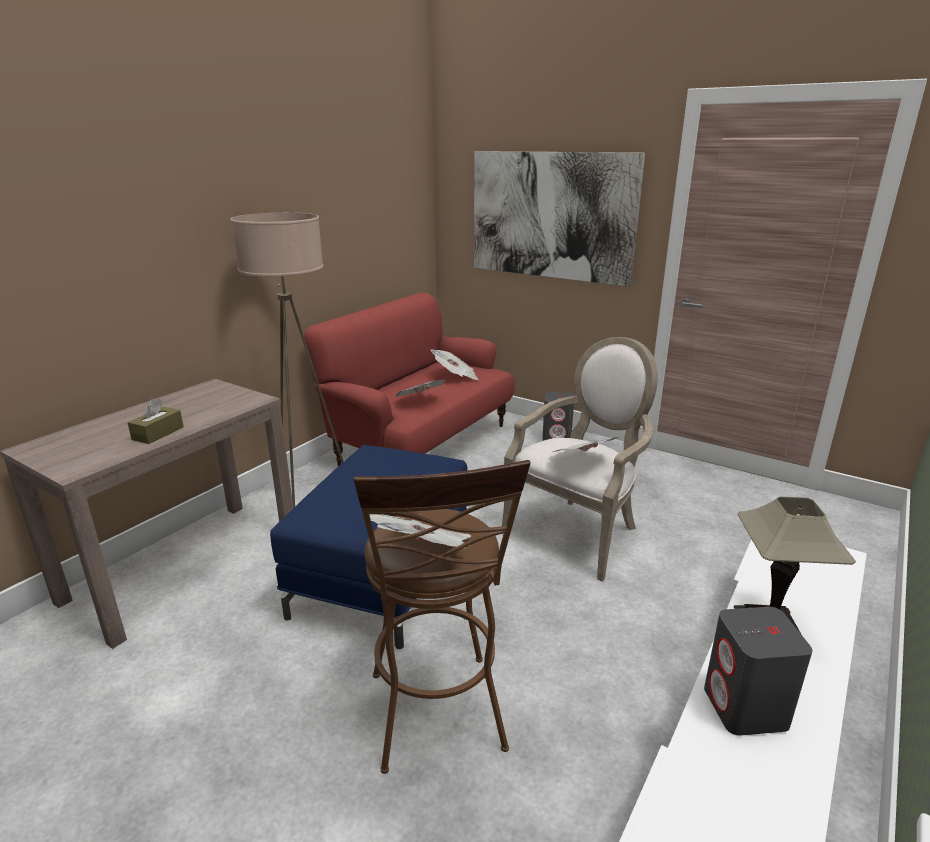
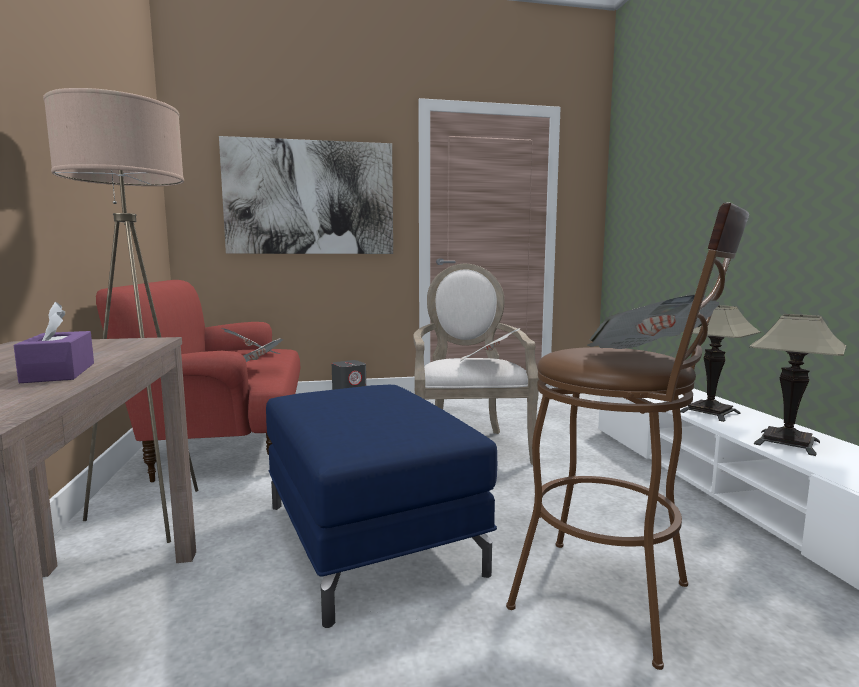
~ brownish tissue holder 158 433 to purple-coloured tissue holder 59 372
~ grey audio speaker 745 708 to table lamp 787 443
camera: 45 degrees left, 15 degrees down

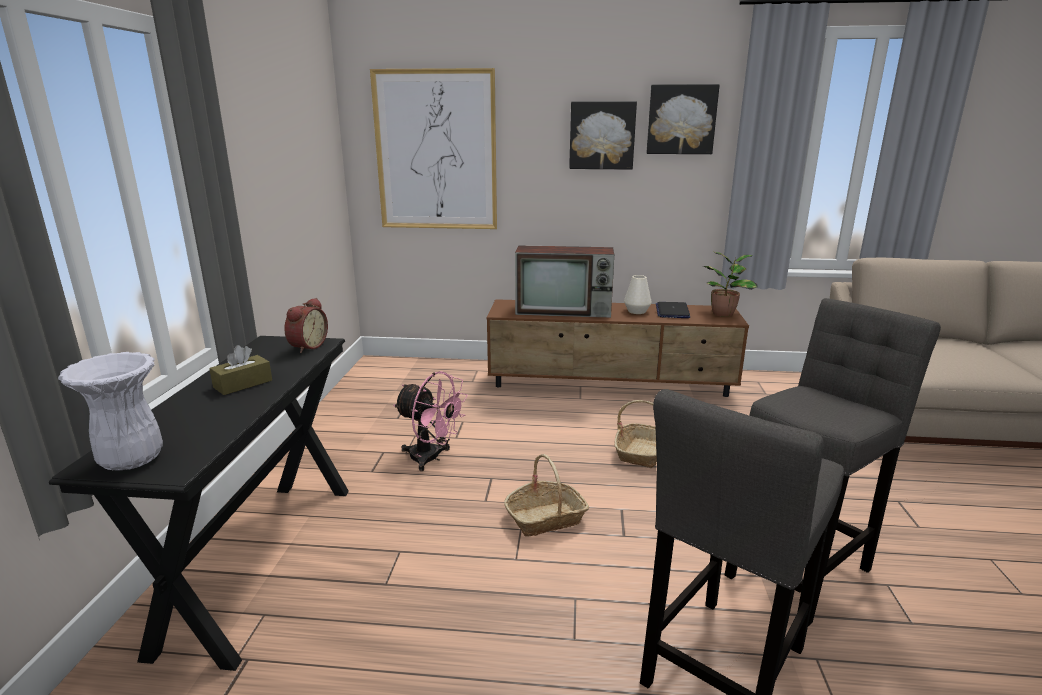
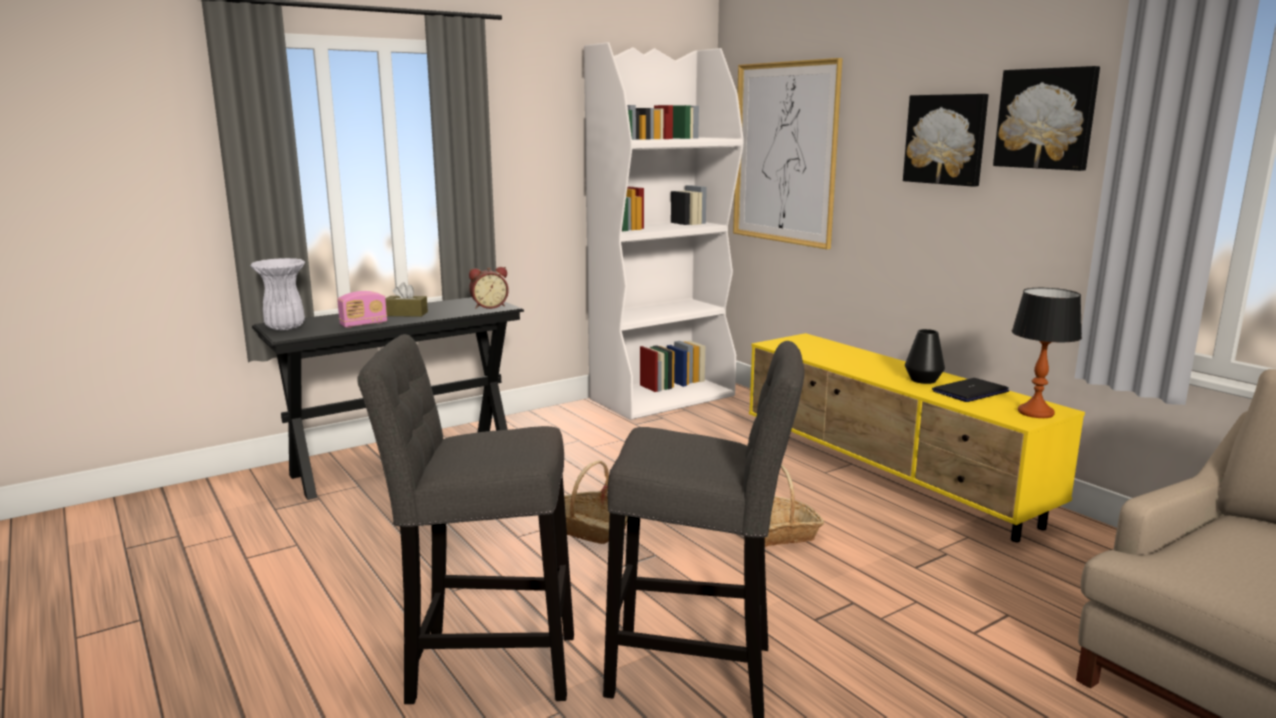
- pink-coloured electric fan 431 458
~ brownish tv unit 611 385 to yellow-coloured tv unit 888 476
- television 565 311
~ white-coloured flower vase 637 311 to blackish flower vase 923 380
~ houseplant 724 313 to table lamp 1036 413
+ radio set 363 324
+ white-coloured bookcase 663 397
camera: 50 degrees right, 5 degrees down

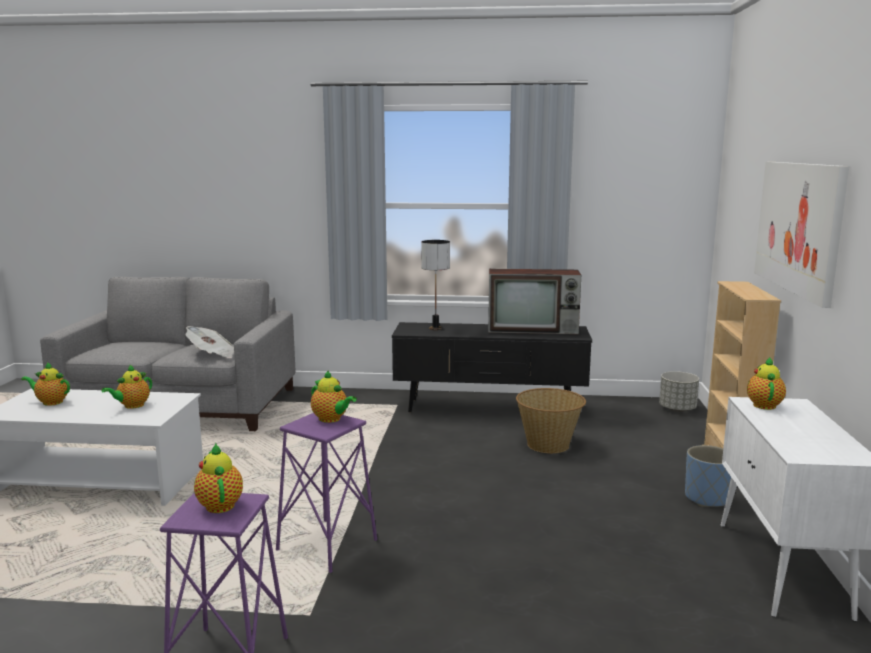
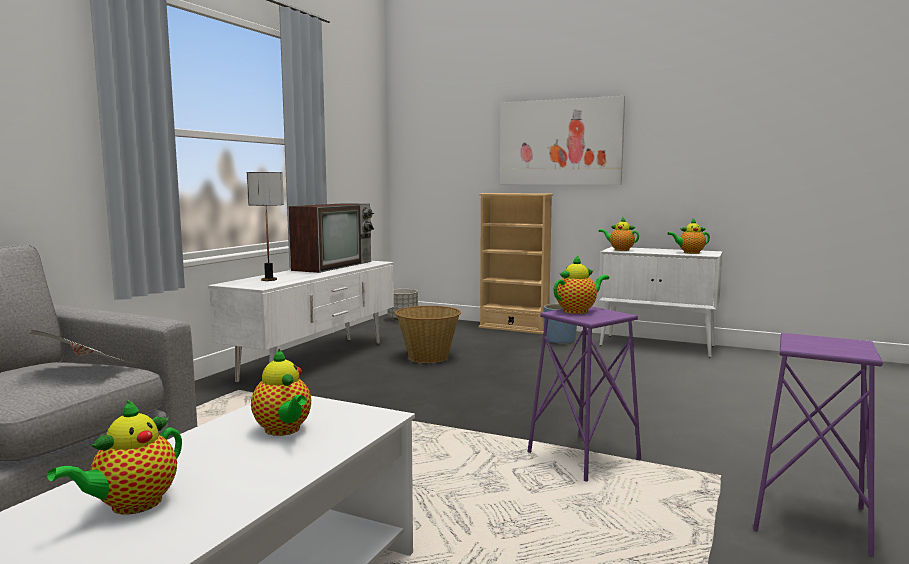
~ pot for tea 219 504 to 689 253
~ blackish tv unit 489 409 to white-coloured tv unit 316 361
camera: 70 degrees left, 5 degrees down

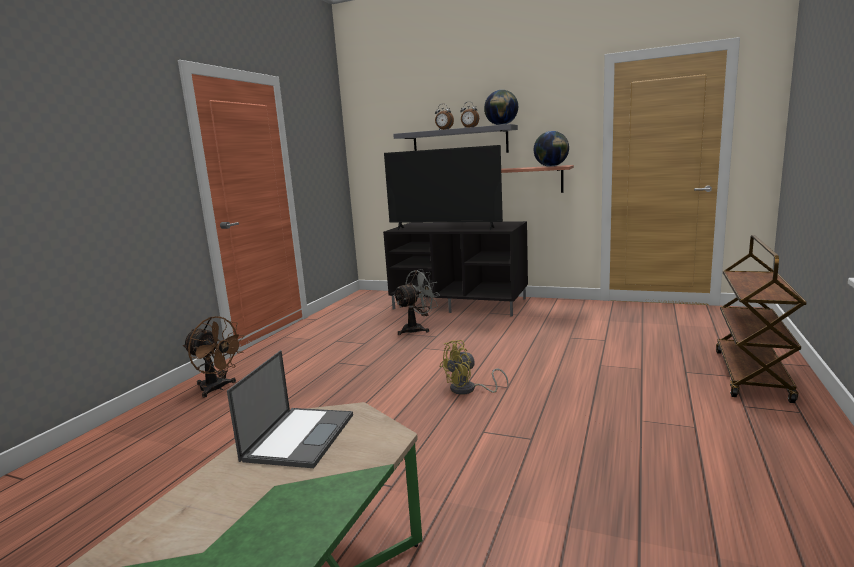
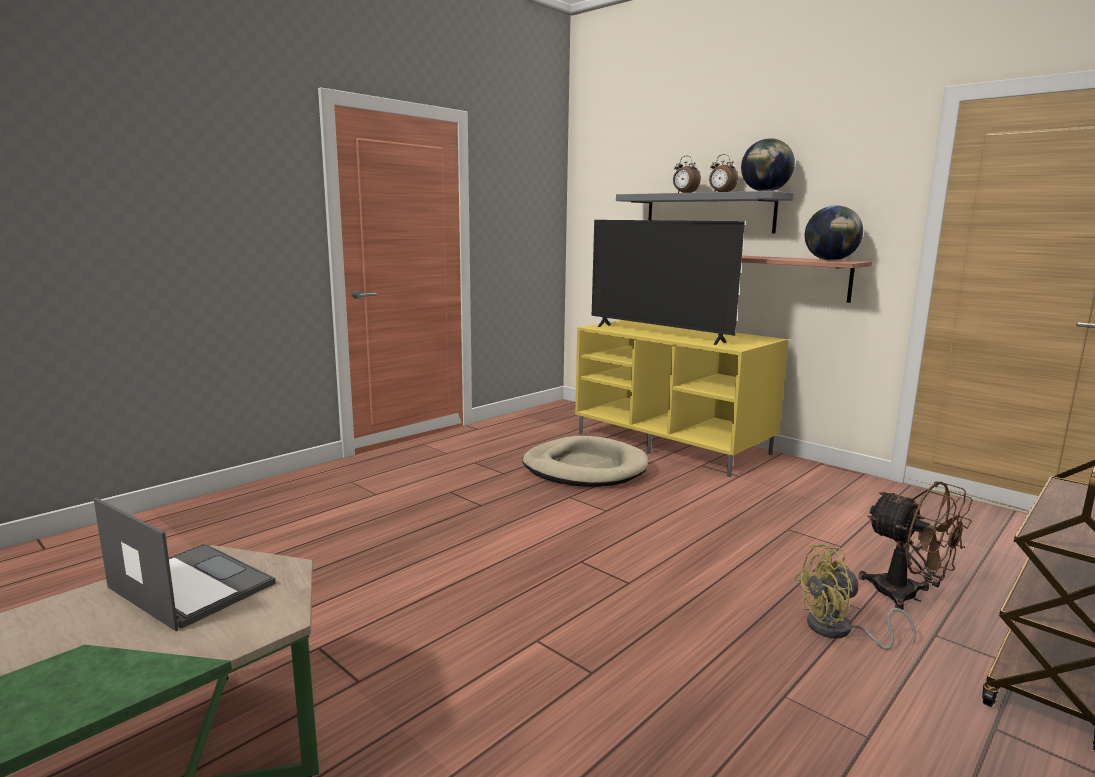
~ brownish electric fan 217 388 to 907 597
~ portable computer 299 436 = 189 585 90 degrees counterclockwise
~ blackish tv unit 460 303 to yellow-coloured tv unit 673 443
~ grey electric fan 417 329 to beige-coloured dog cushion 585 468
~ yellow-coloured electric fan 468 390 to 839 631
camera: 20 degrees right, 0 degrees up

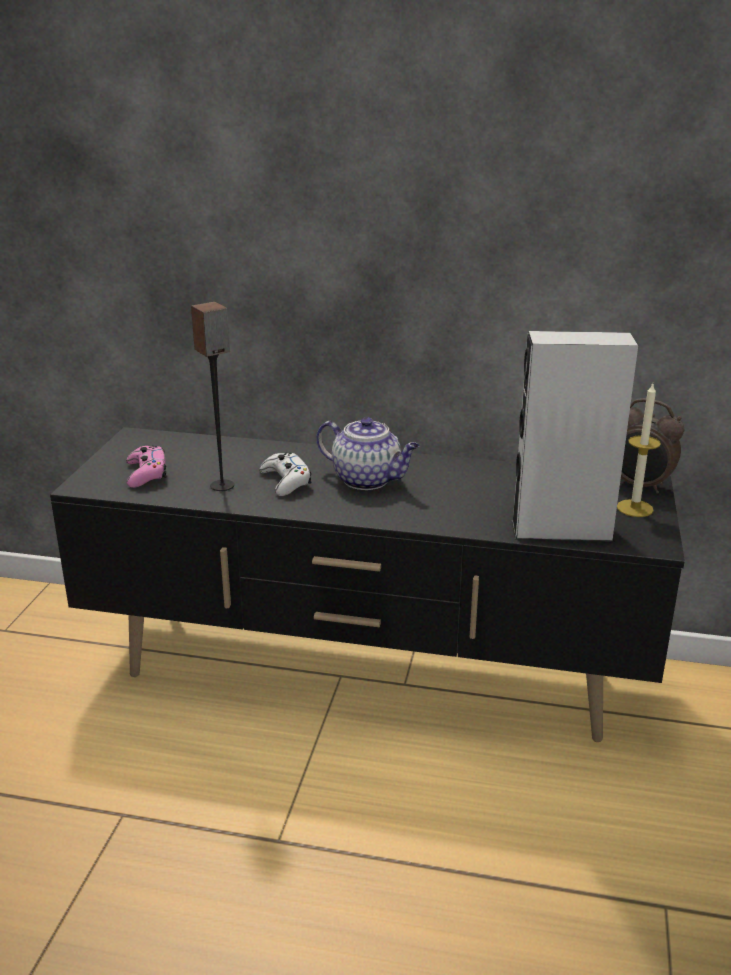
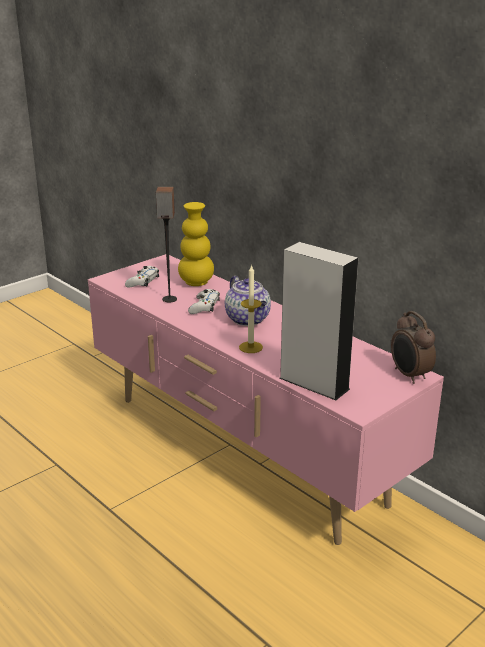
~ blackish tv unit 367 676 to pink-coloured tv unit 244 451
~ pink-coloured gamepad 146 473 to white-coloured gamepad 143 282
~ wax candle 635 508 to 250 347
+ yellow-coloured flower vase 196 282
camera: 35 degrees right, 0 degrees up

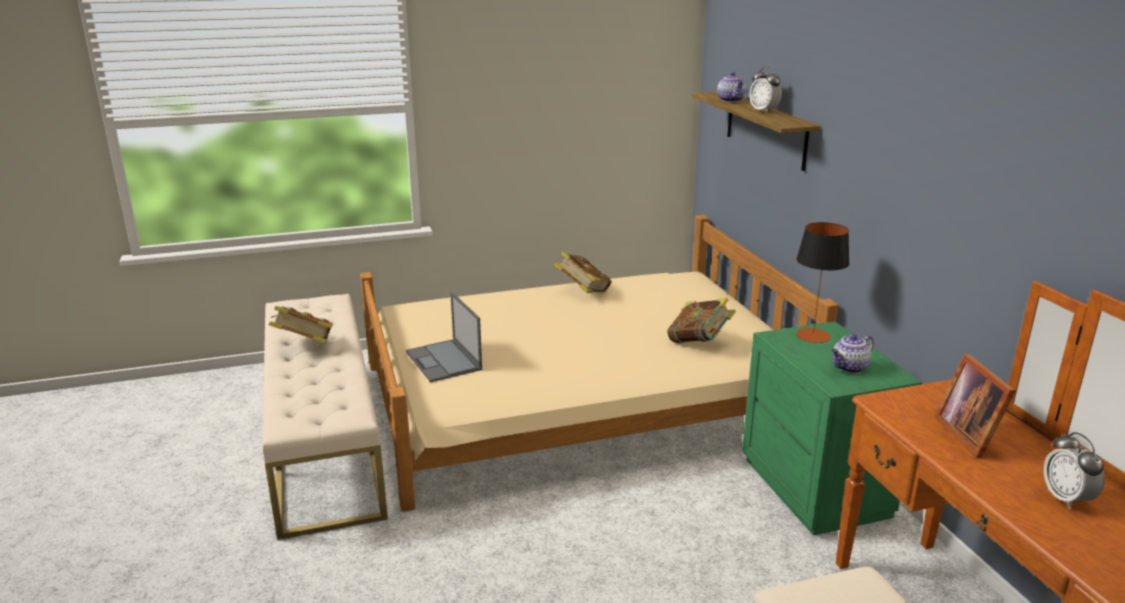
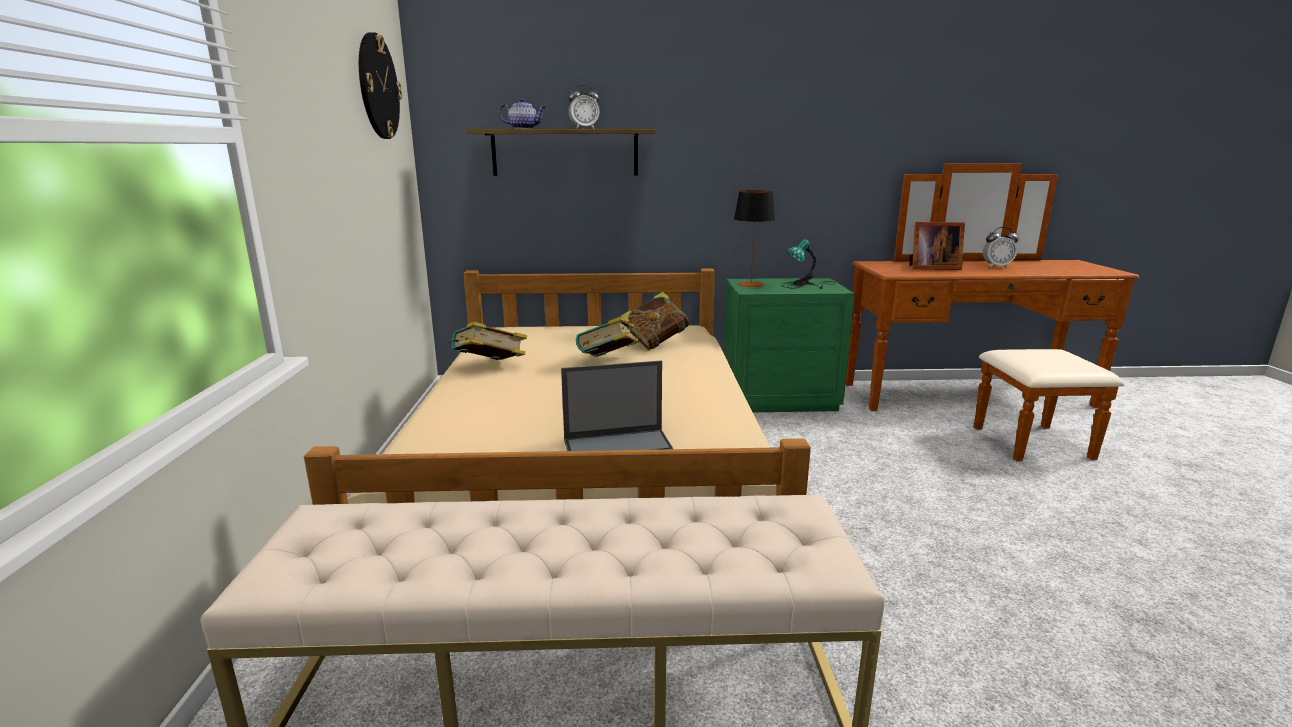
~ volume 304 346 to 608 362
~ pot for tea 849 368 to table lamp 808 285
+ wall clock 378 87
camera: 75 degrees left, 5 degrees down

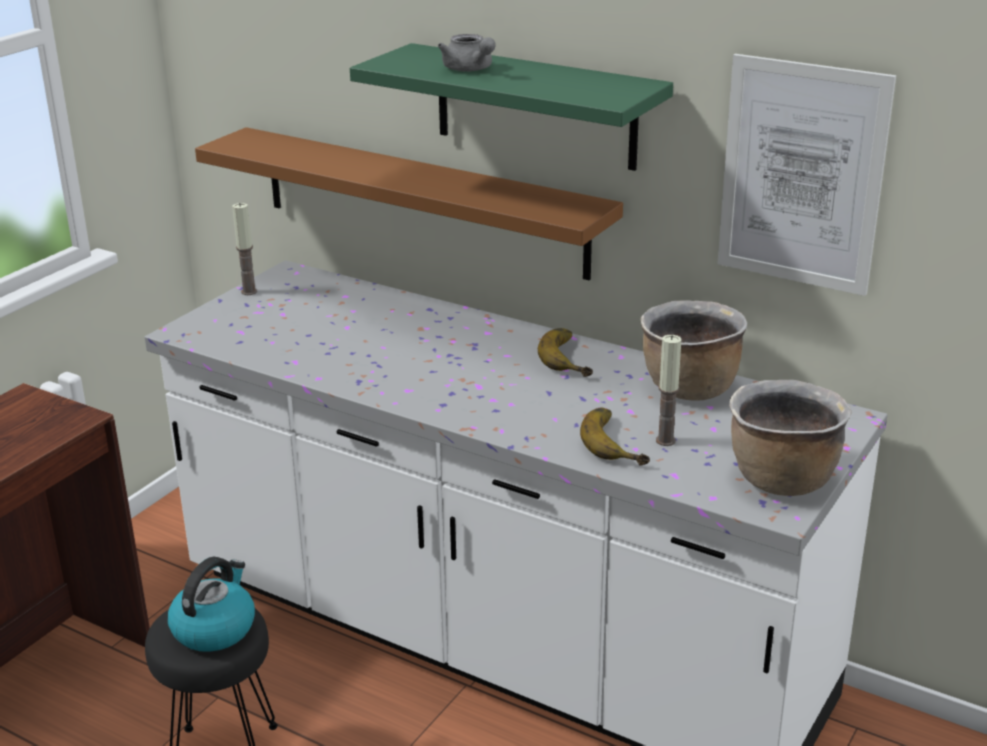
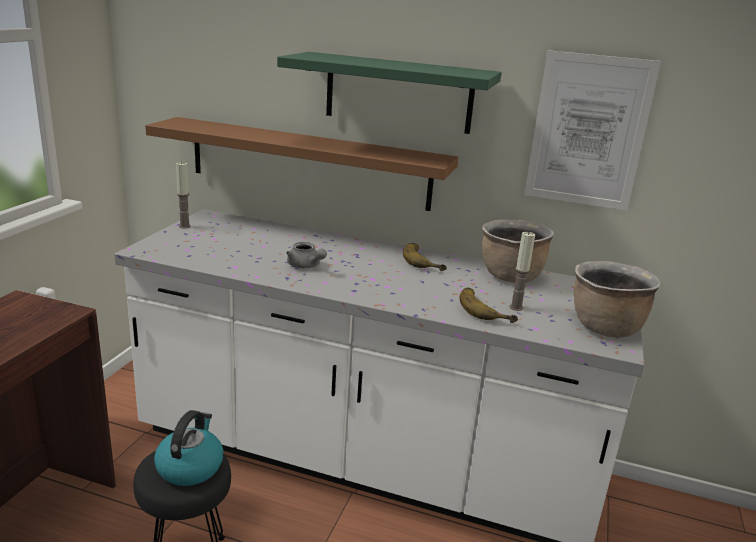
~ grey pot for tea 470 70 to 305 266
camera: 15 degrees left, 5 degrees down

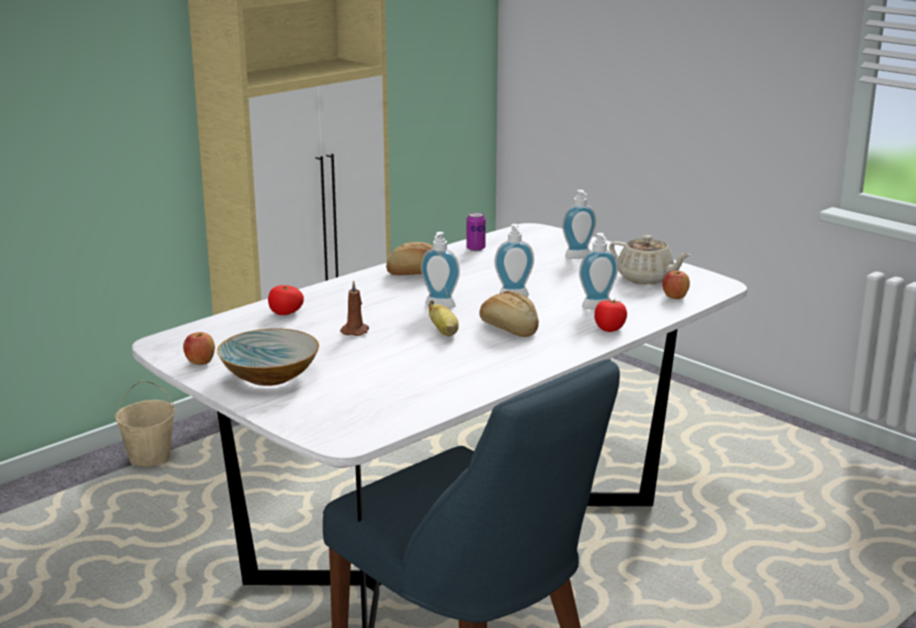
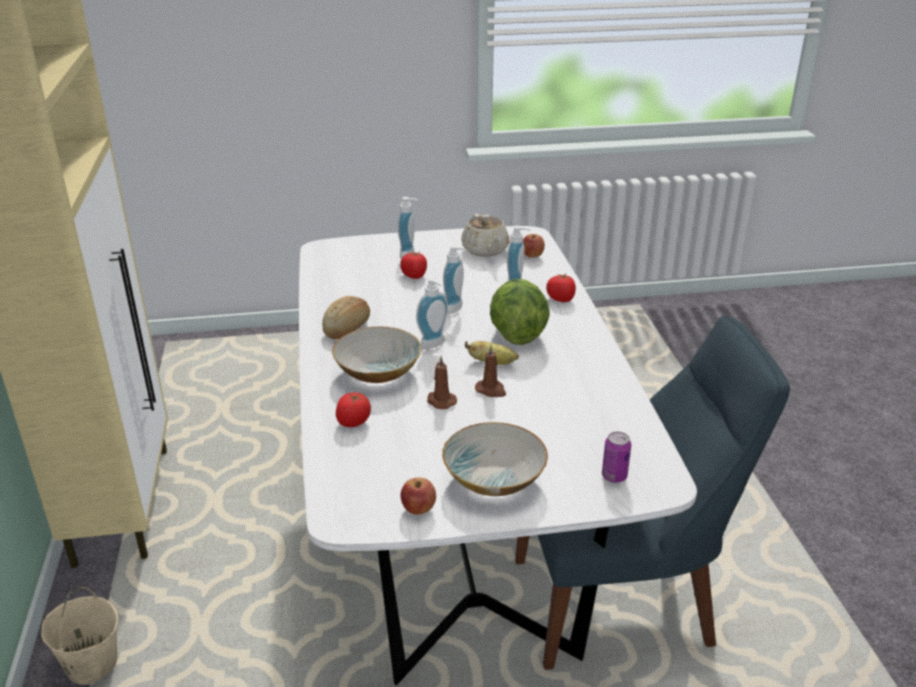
~ metal can 475 249 to 614 476
~ bread 509 328 to lettuce head 516 334
~ beige-coloured pot for tea 646 278 = 485 250 90 degrees clockwise
+ serving bowl 377 373
+ tomato 414 275
+ brownish wax candle 491 390
camera: 55 degrees left, 10 degrees up

